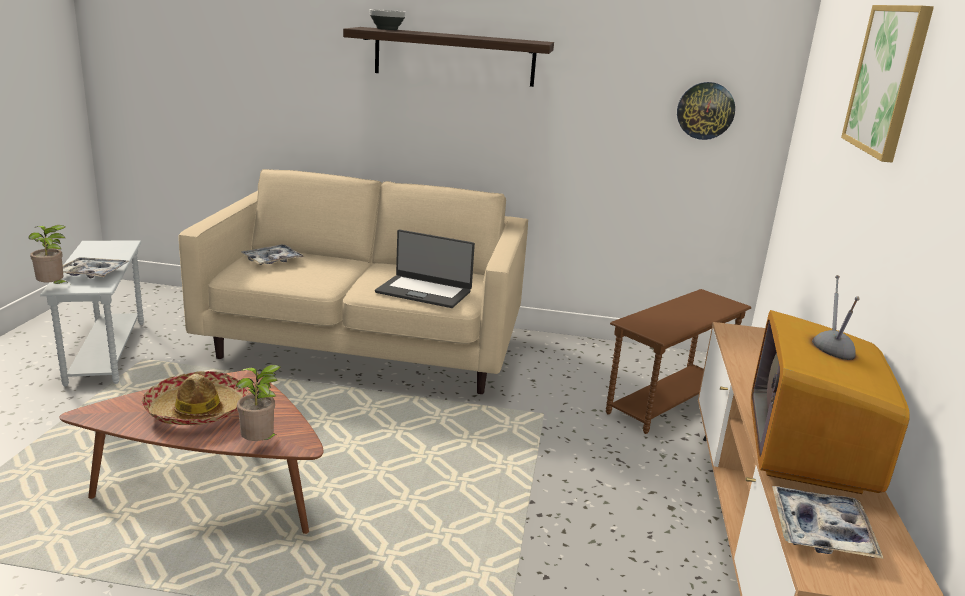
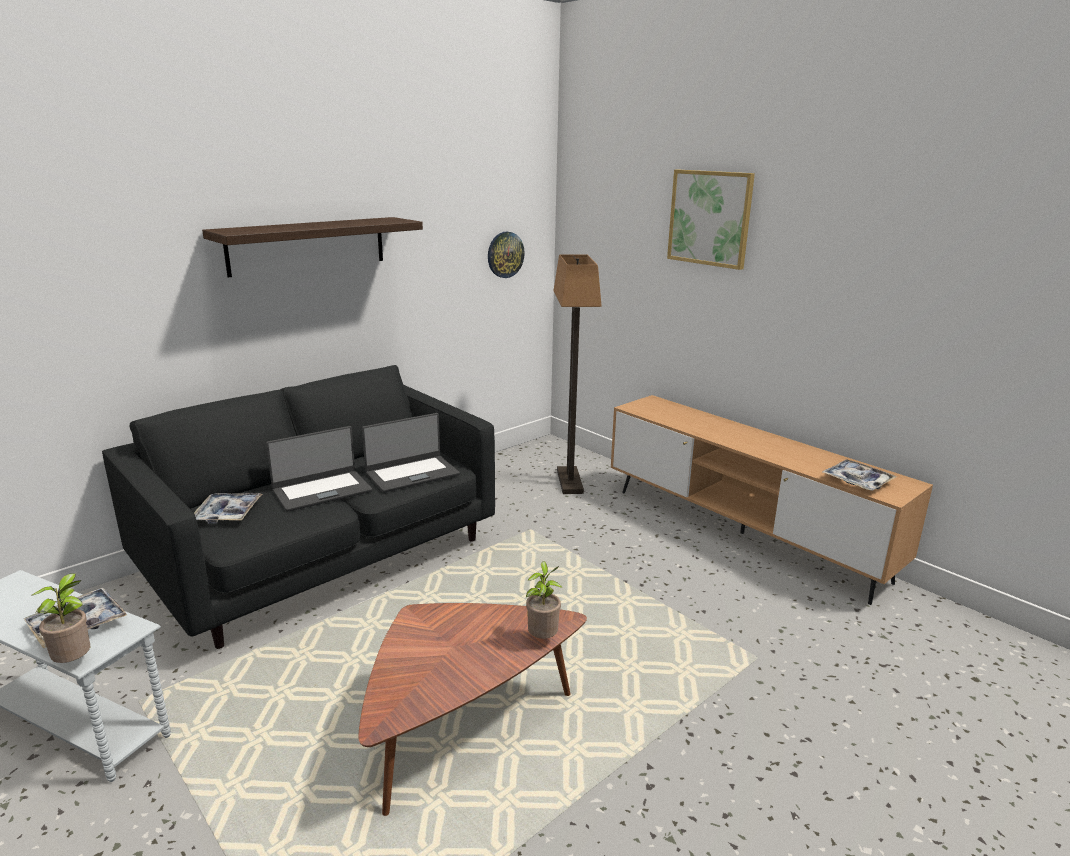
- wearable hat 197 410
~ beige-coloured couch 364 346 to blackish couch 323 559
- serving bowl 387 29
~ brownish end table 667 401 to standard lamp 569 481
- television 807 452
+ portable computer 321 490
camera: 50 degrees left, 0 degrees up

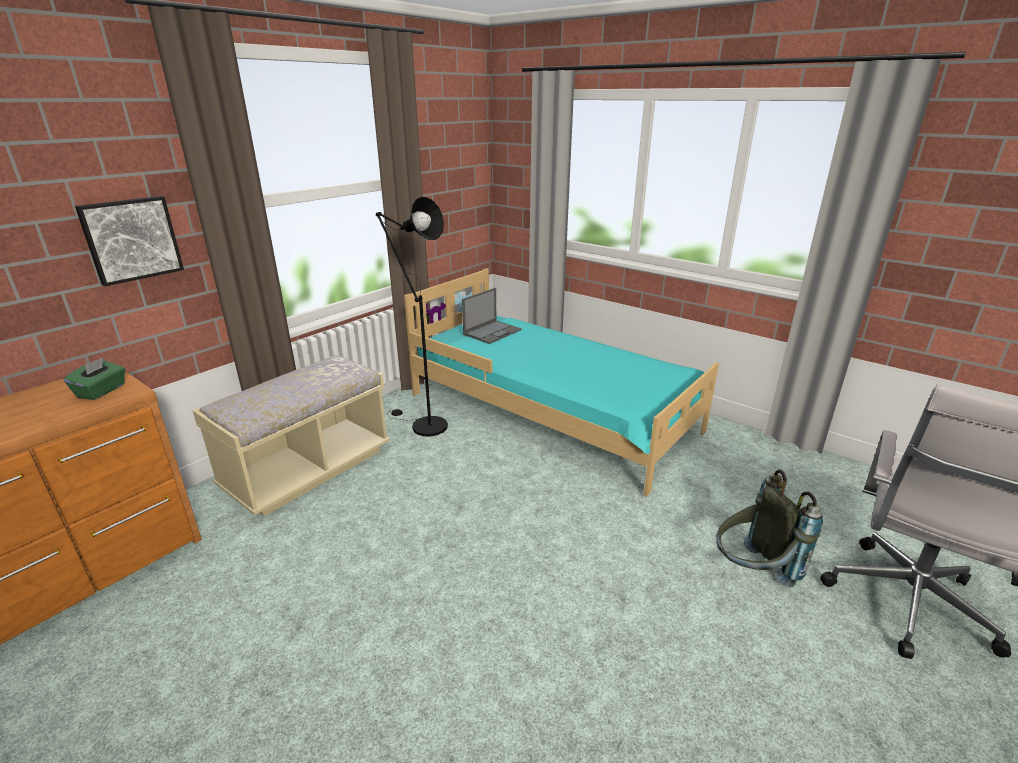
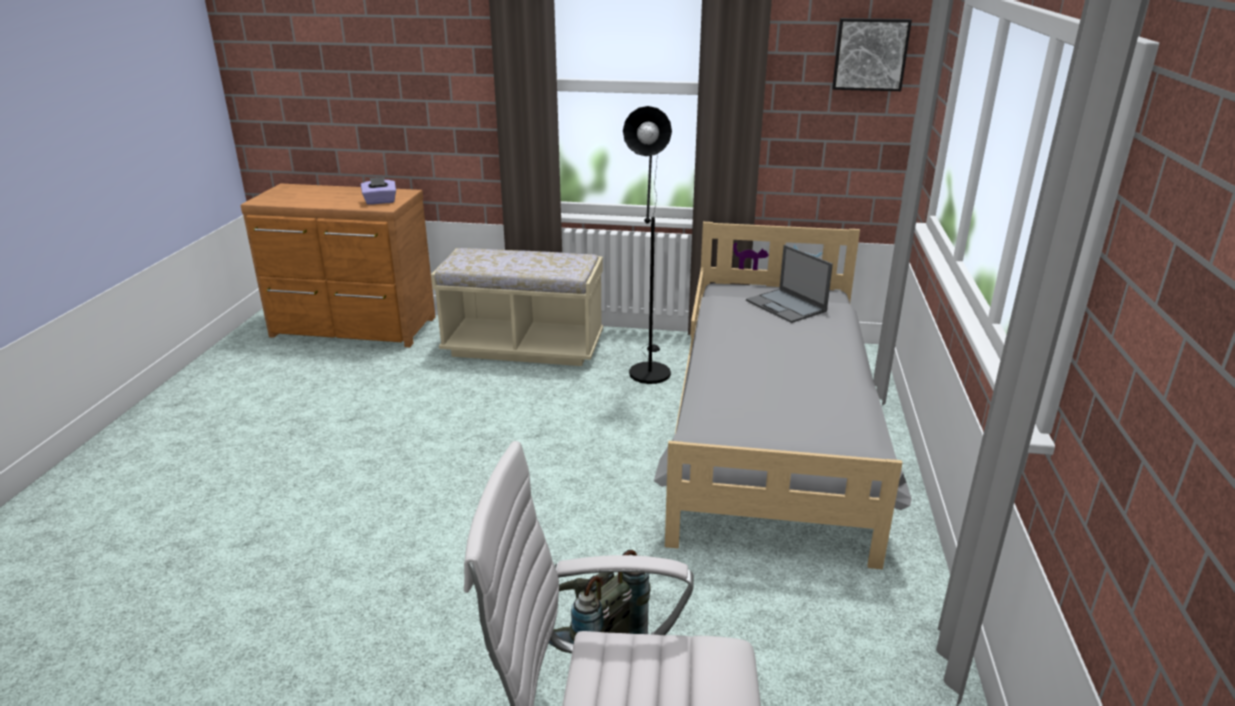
~ green-coloured tissue holder 102 391 to purple-coloured tissue holder 380 202
~ wall art 131 239 to 870 54
~ blue-green sleeping bed 552 412 to grey sleeping bed 772 433
~ portable computer 492 332 = 786 306 45 degrees clockwise
camera: 60 degrees right, 0 degrees up

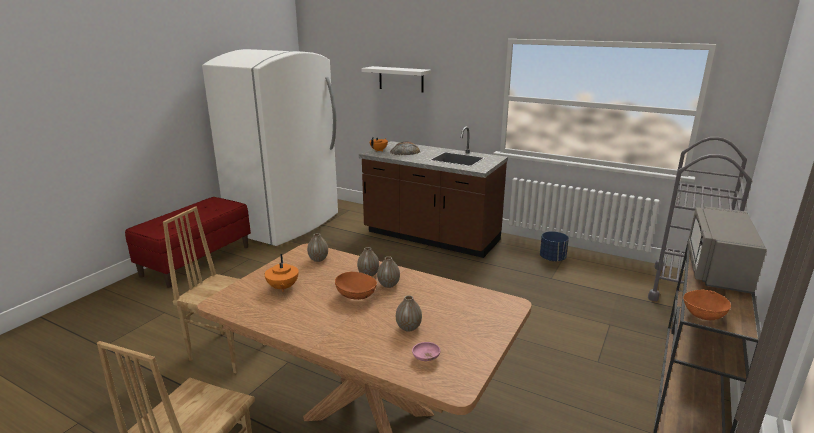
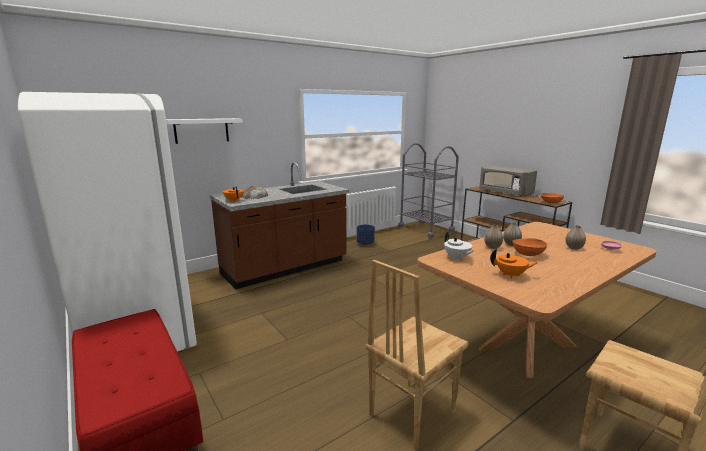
~ flower vase 318 259 to white-coloured pot for tea 457 258
camera: 65 degrees left, 5 degrees down

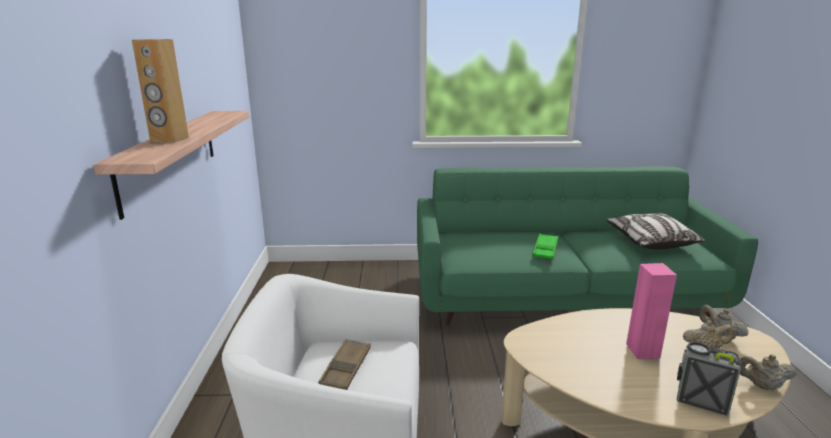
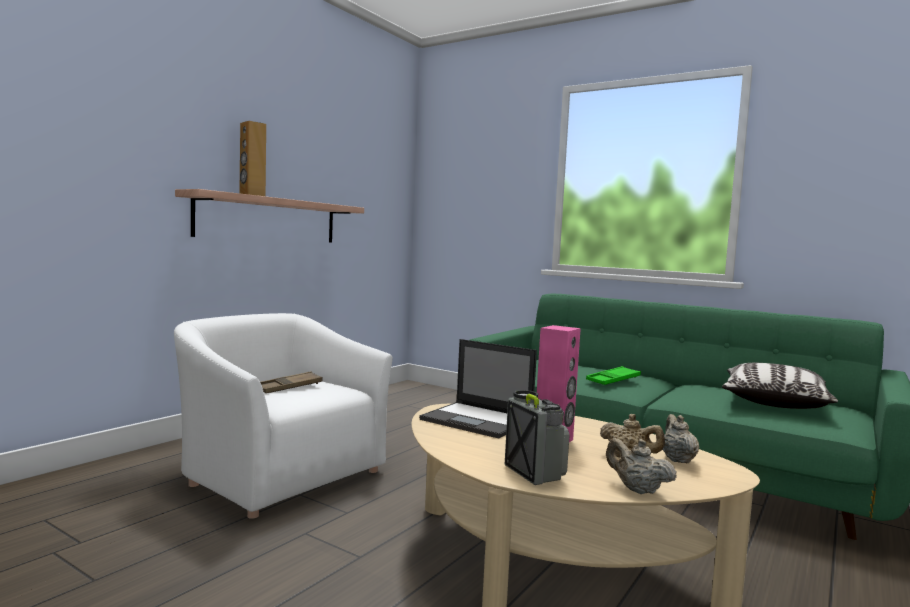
+ portable computer 478 420
camera: 35 degrees right, 15 degrees down

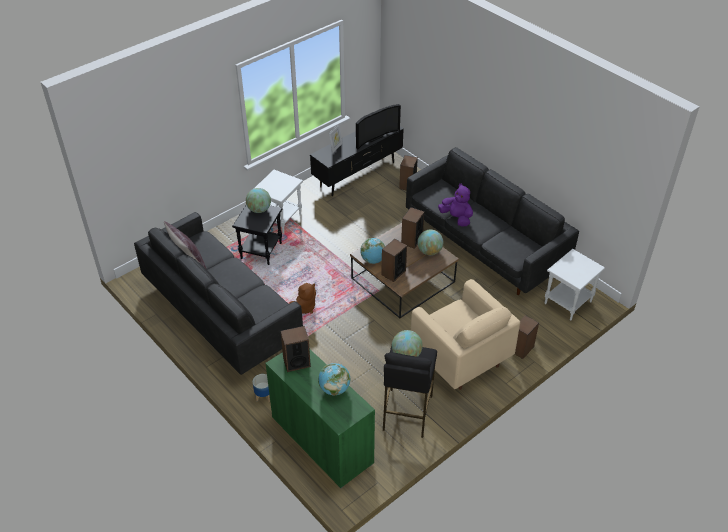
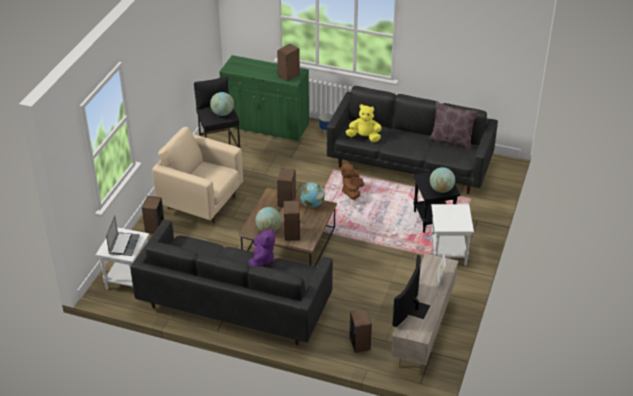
~ blackish tv unit 358 175 to beige-coloured tv unit 422 333
- desk globe 334 389
~ purple-coloured soft toy 456 218 = 262 260 90 degrees counterclockwise
+ portable computer 124 244
+ yellow-coloured soft toy 364 137
camera: 150 degrees right, 5 degrees down

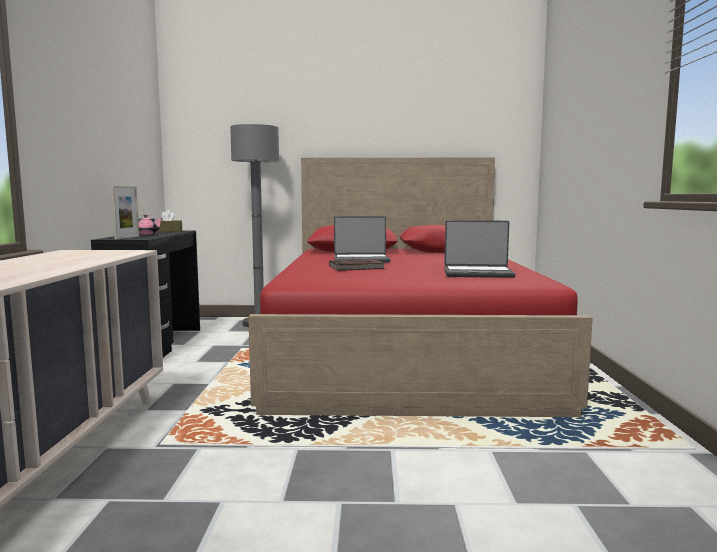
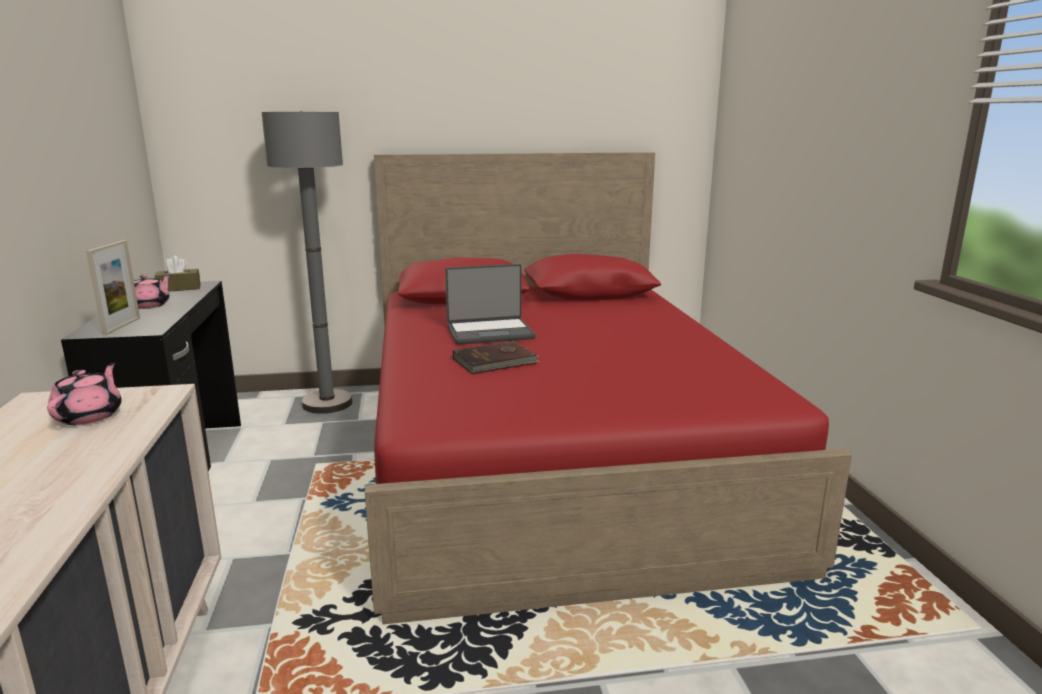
- portable computer 478 273
+ pink-coloured pot for tea 89 416
camera: 10 degrees left, 10 degrees up

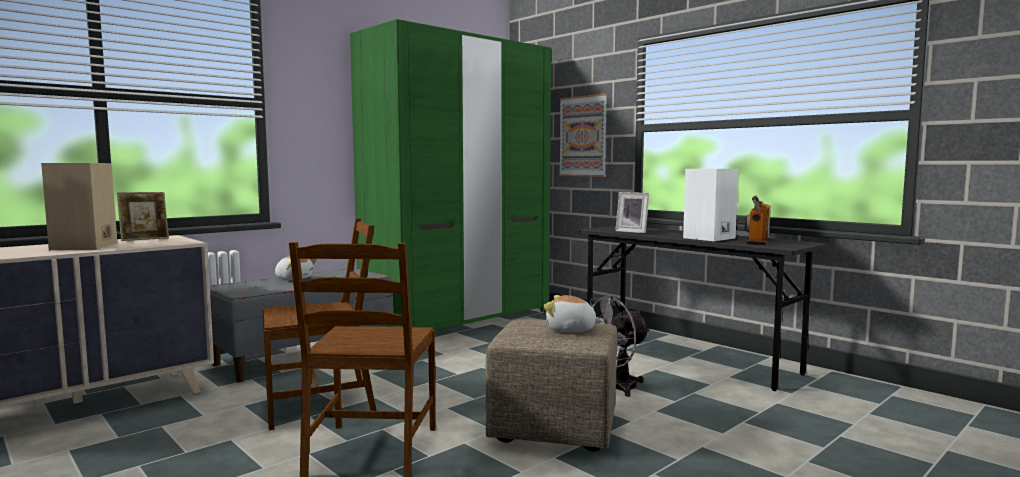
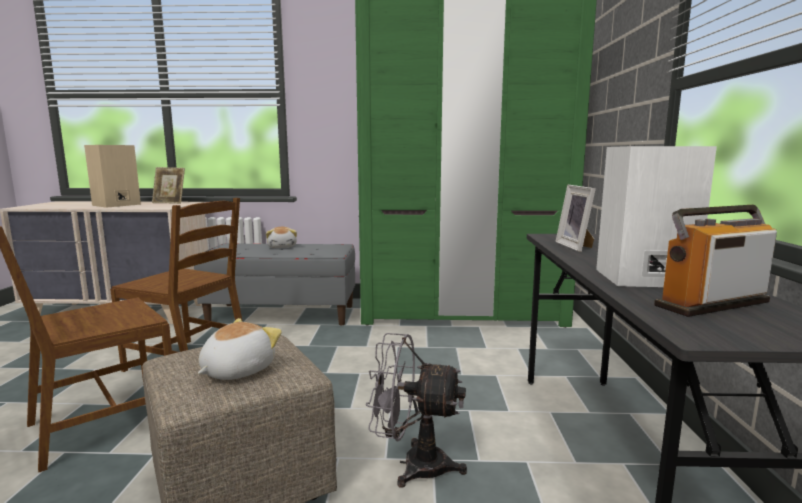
~ soft toy 570 330 = 236 370 60 degrees clockwise
- wall art 583 136
camera: 45 degrees right, 5 degrees up

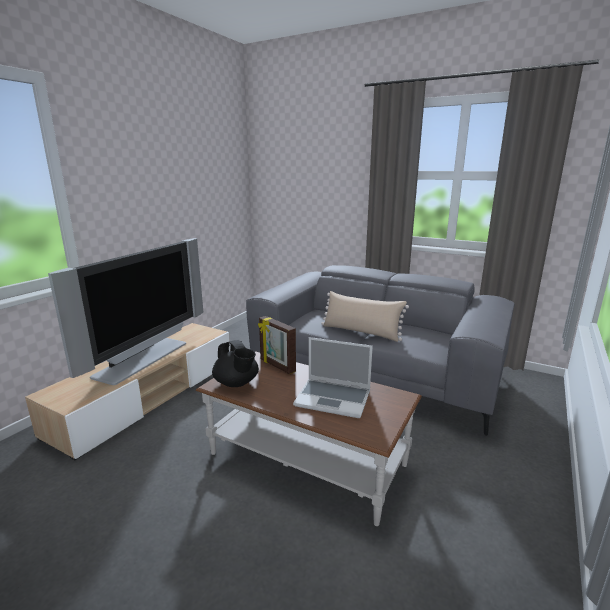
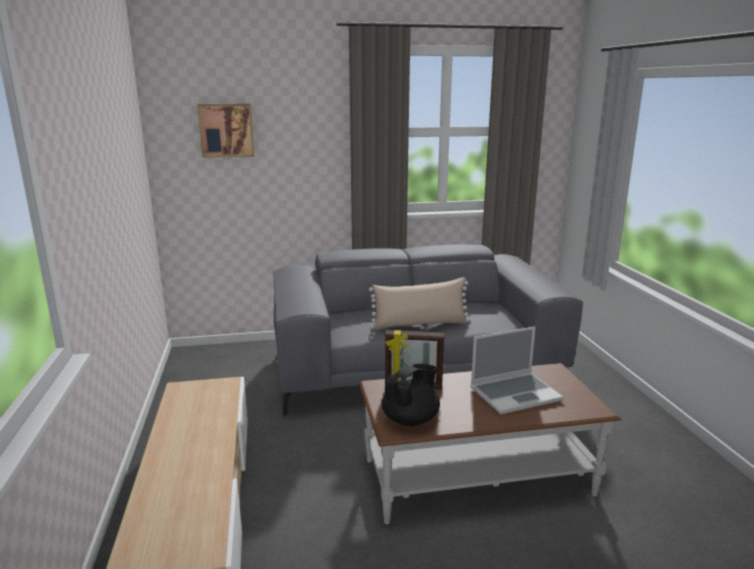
- television 144 359
~ blackish pot for tea 236 383 = 411 419 60 degrees counterclockwise
+ wall art 226 130
camera: 40 degrees left, 0 degrees up

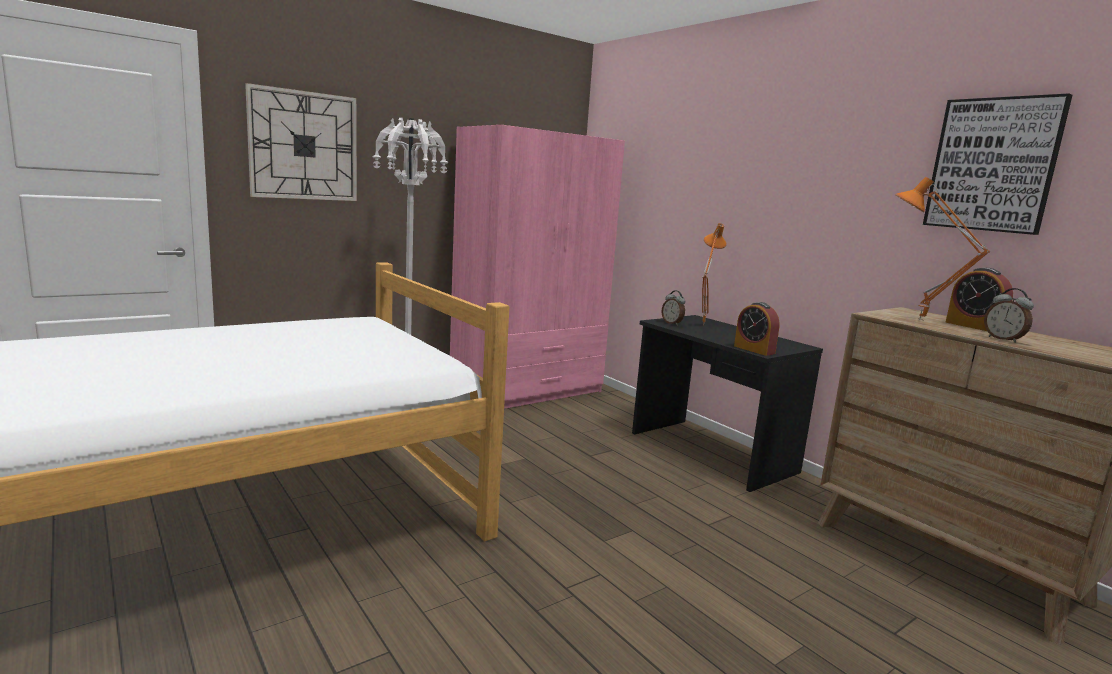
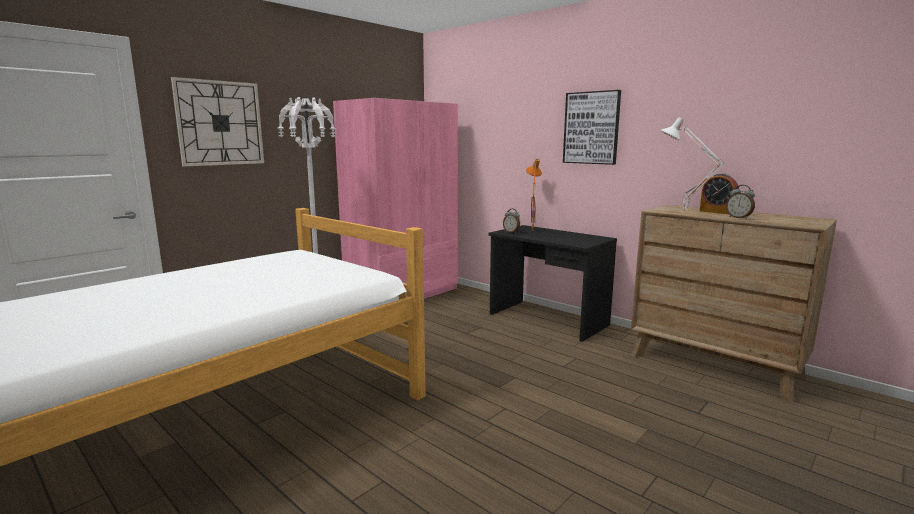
- alarm clock 754 350
~ orange-coloured table lamp 919 320 to white-coloured table lamp 683 211
~ wall art 993 165 to 591 128
camera: 10 degrees left, 0 degrees up

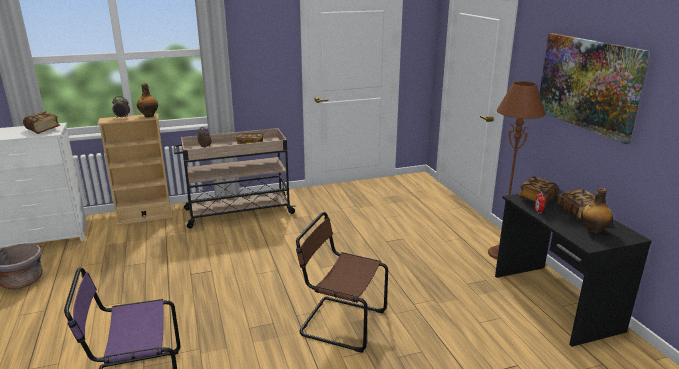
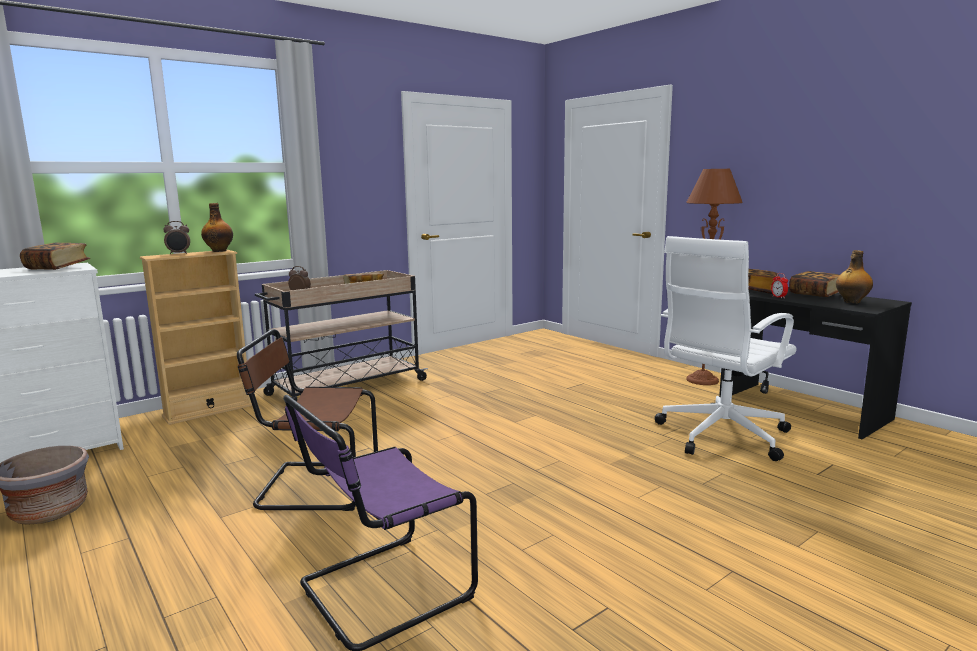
~ brownish plain chair 340 322 to 314 486
- wall art 588 84
+ white-coloured computer chair 720 436
camera: 20 degrees left, 10 degrees down

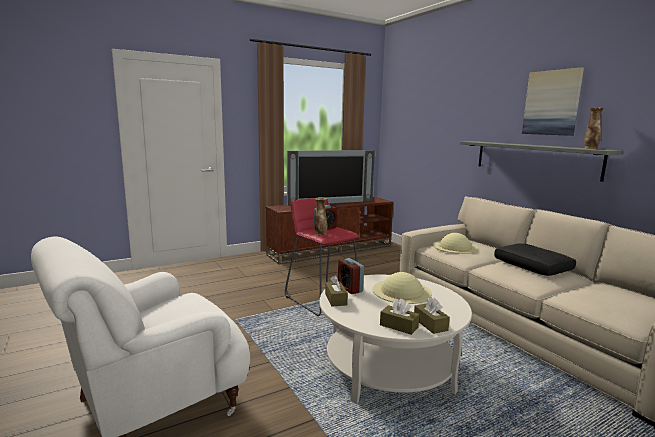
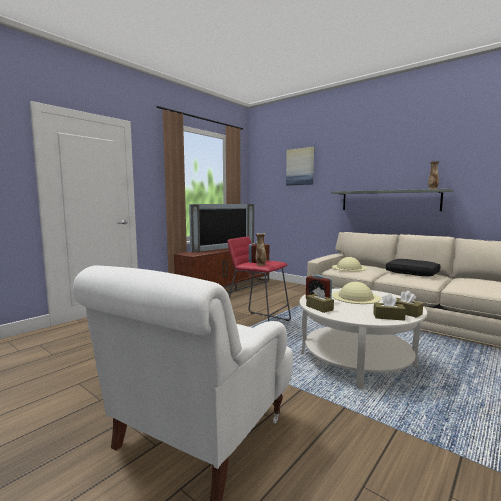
~ wall art 552 103 to 300 166
camera: 20 degrees left, 5 degrees down

